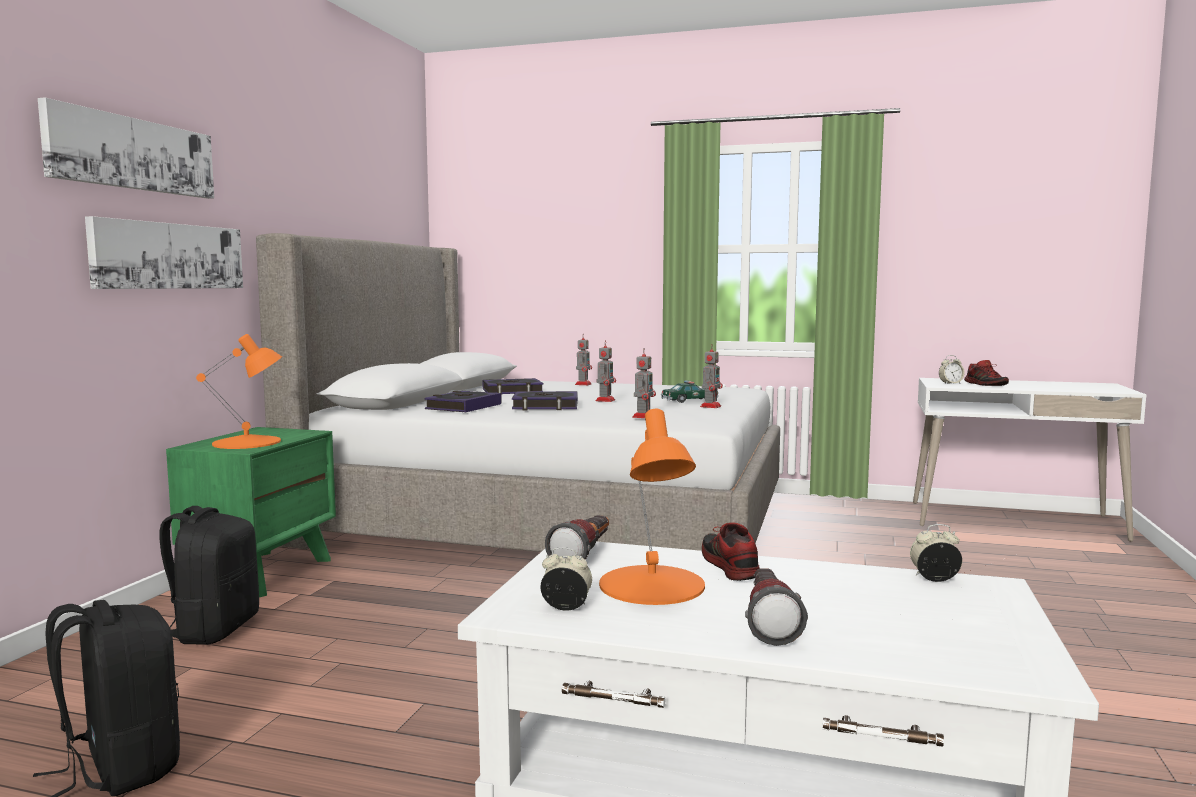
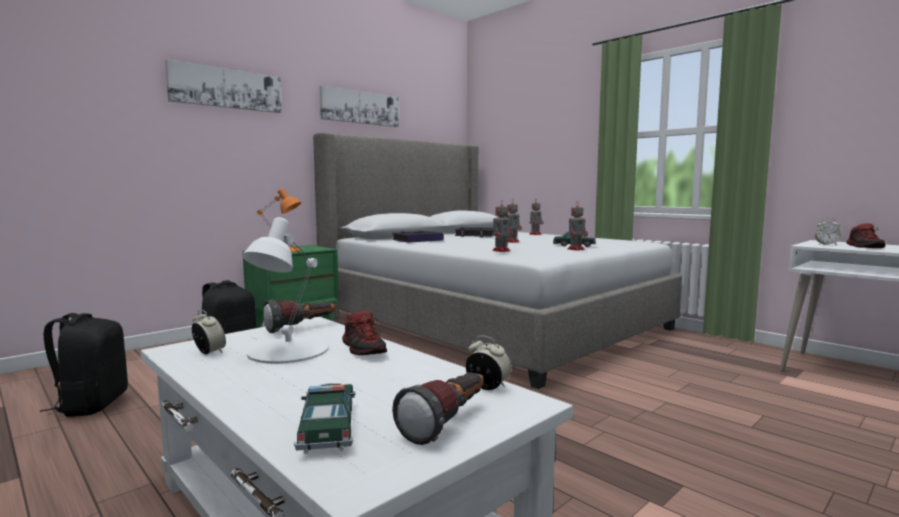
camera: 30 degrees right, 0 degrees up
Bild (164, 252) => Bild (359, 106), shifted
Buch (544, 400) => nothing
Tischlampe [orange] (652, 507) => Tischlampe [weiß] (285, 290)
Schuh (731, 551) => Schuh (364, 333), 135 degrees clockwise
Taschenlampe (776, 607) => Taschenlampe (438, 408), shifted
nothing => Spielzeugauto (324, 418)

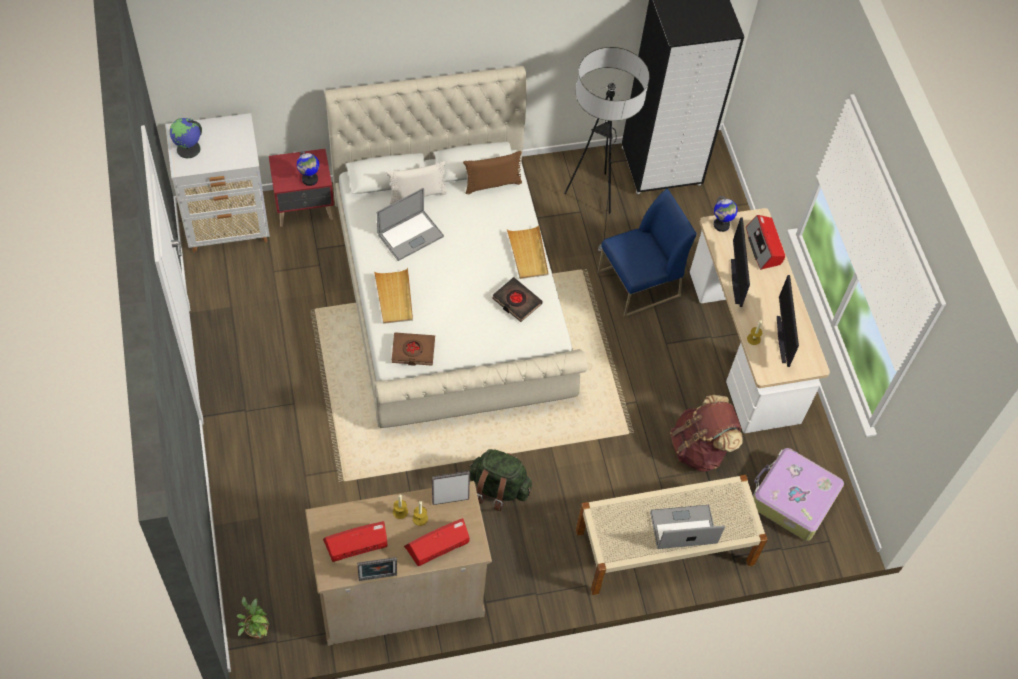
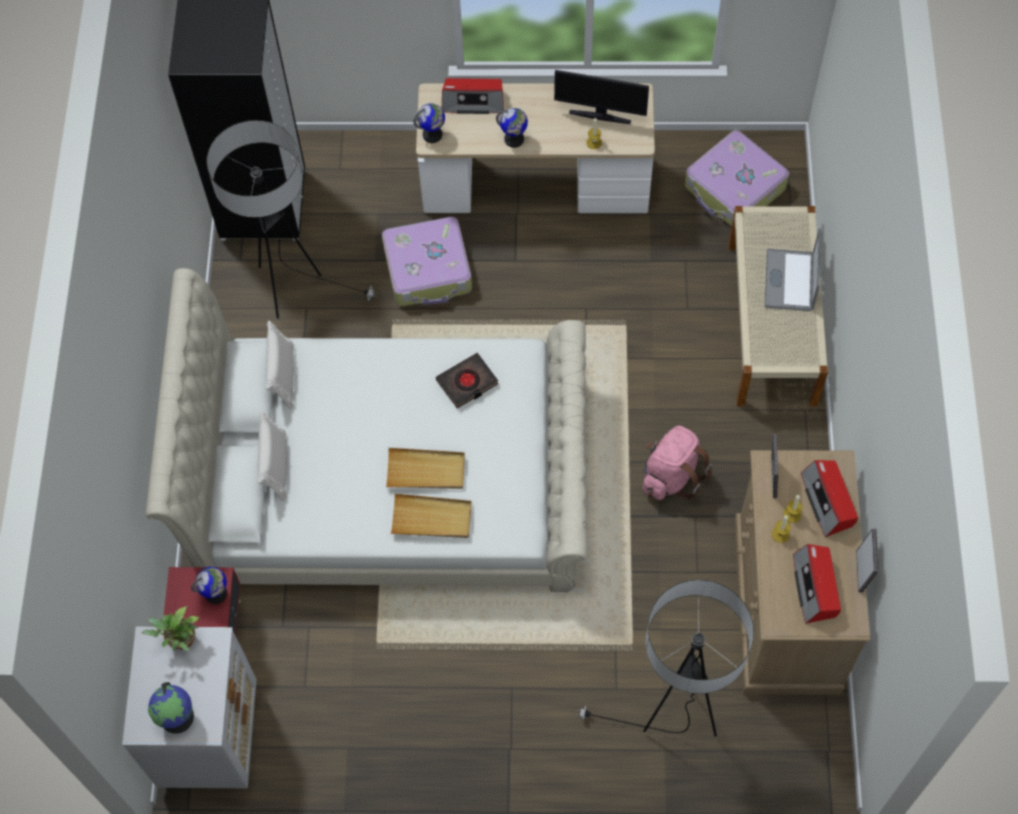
camera: 70 degrees left, 5 degrees up
Topfpflanze (253, 617) => Topfpflanze (170, 628), shifted
Laptop (410, 224) => nothing
Buch [braun] (413, 349) => nothing
Kissen [braun] (492, 173) => Kissen [weiß] (280, 365)
Rucksack [grün] (500, 480) => Rucksack [rosa] (677, 463)
Tablett [beige] (527, 252) => Tablett [beige] (425, 468), shifted
Stuhl [blau] (647, 253) => Koffer (427, 261)
Rucksack [braun] (706, 433) => nothing
Monitor (740, 262) => Globus (512, 128)
nothing => Stehlampe (664, 658)

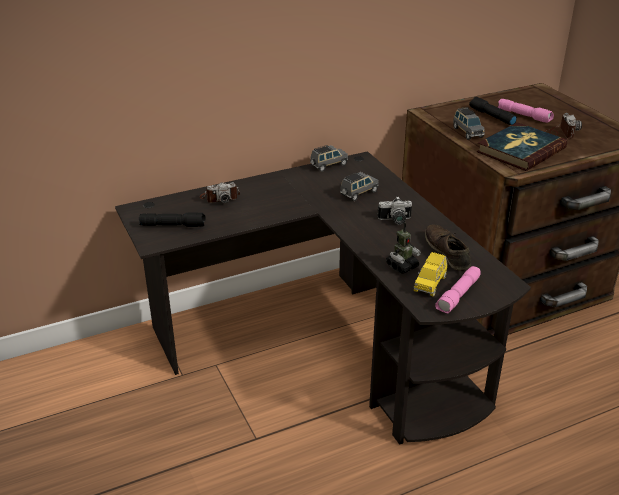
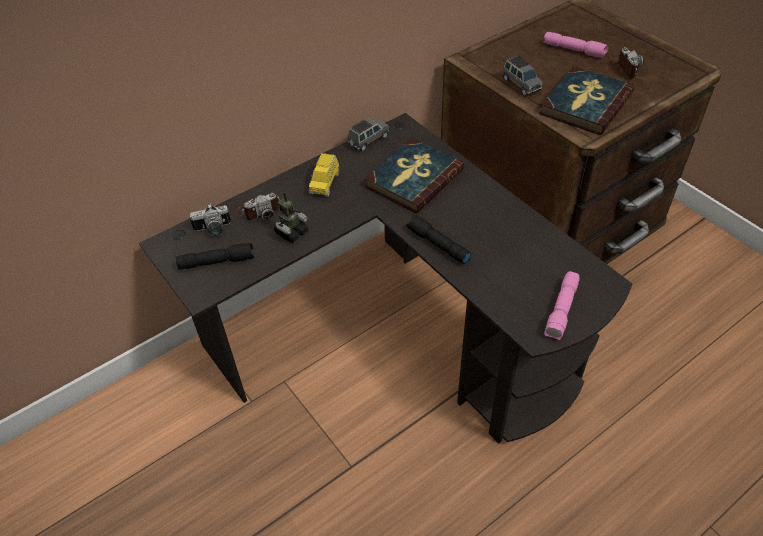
camera: 10 degrees left, 15 degrees up
Spielzeugauto [grau] (359, 186) => Buch (414, 175)
Kamera (394, 210) => Kamera (210, 220), shifted
Spielzeugroboter (403, 248) => Spielzeugroboter (291, 217), shifted
Spielzeugauto [gelb] (430, 274) => Spielzeugauto [gelb] (324, 175), shifted
Schuh [braun] (448, 247) => nothing
Taschenlampe [schwarz] (493, 111) => Taschenlampe [schwarz] (438, 239), shifted

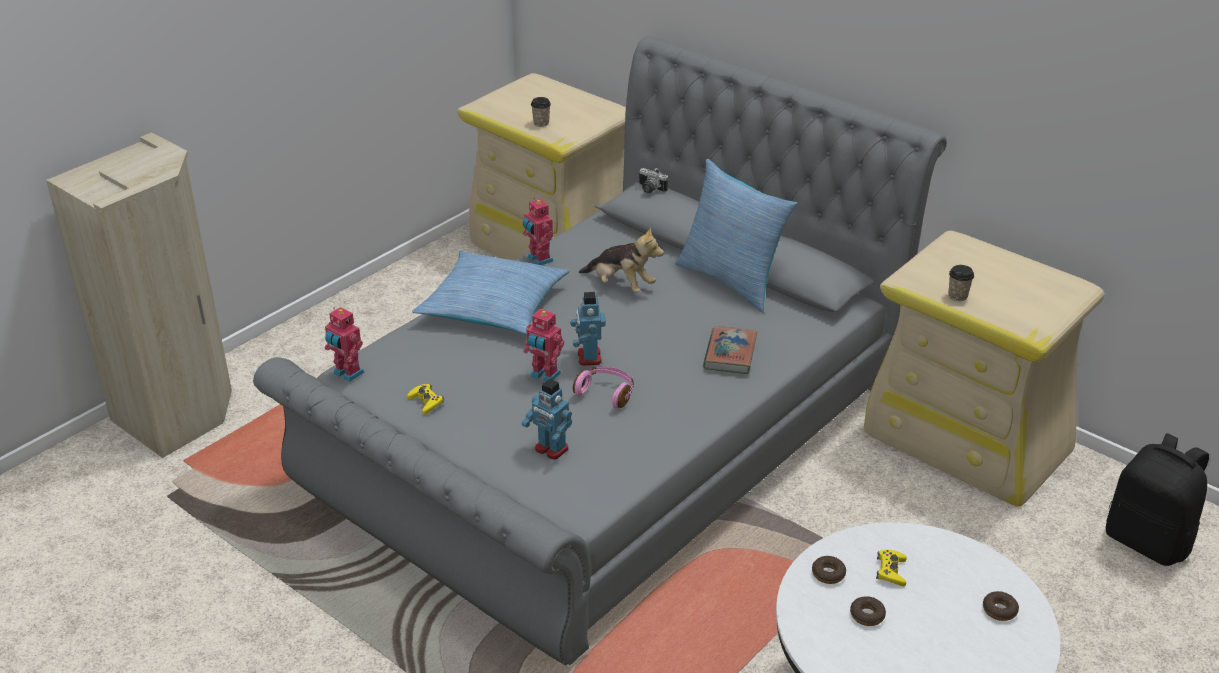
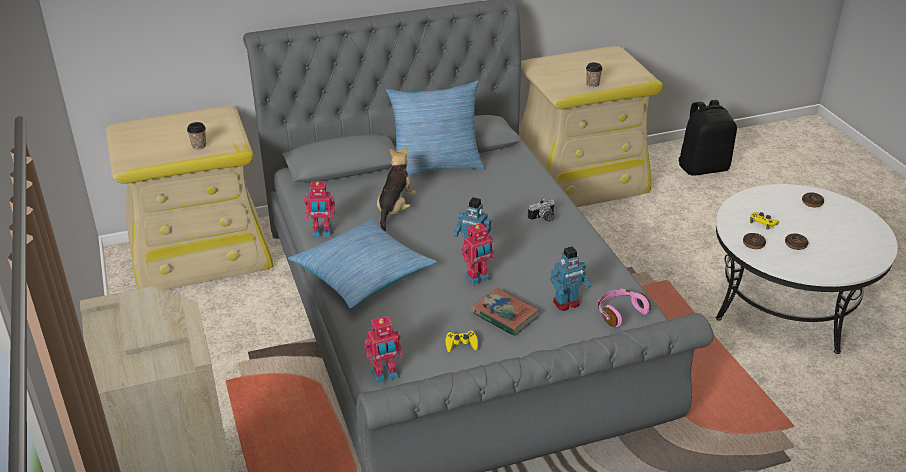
camera: 60 degrees left, 0 degrees up
Kopfhörer [rosa] (603, 387) => Kopfhörer [rosa] (624, 308), shifted
Plüschtier (621, 260) => Plüschtier (396, 189), 45 degrees counterclockwise
Kamera (653, 180) => Kamera (541, 210), shifted
Buch (730, 350) => Buch (505, 312), shifted

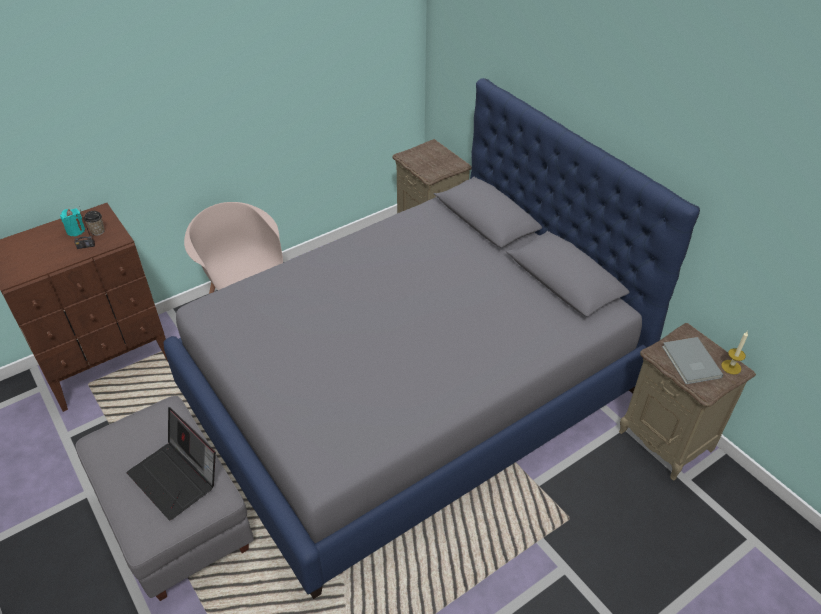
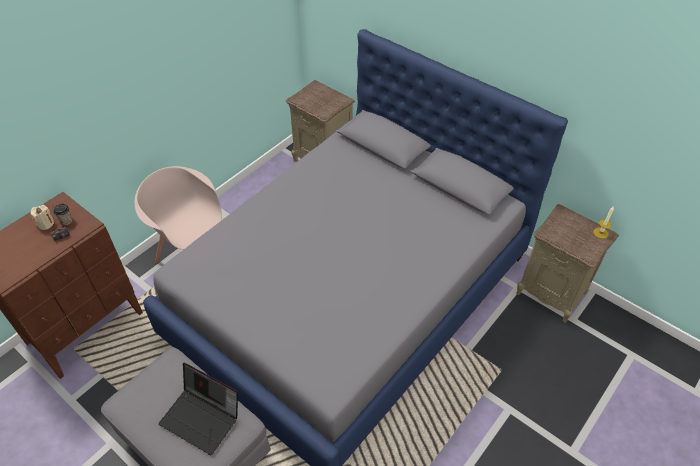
camera: 15 degrees left, 5 degrees up
Kerze [türkis] (72, 222) => Kerze [beige] (42, 217)
Buch [grau] (692, 360) => nothing

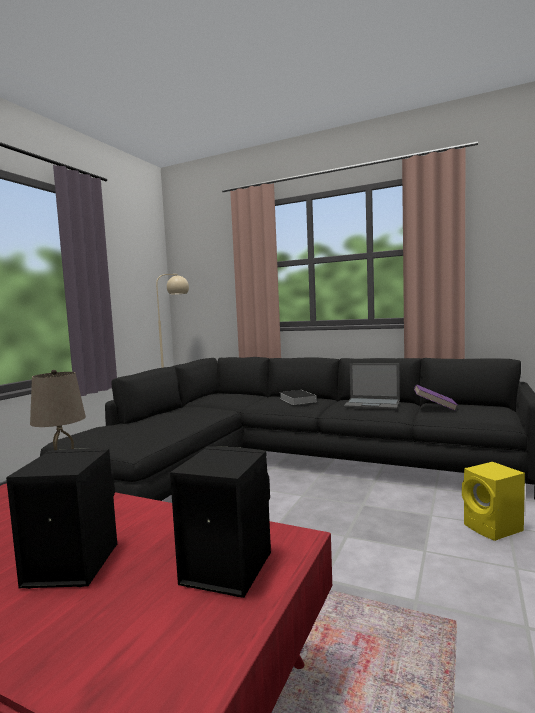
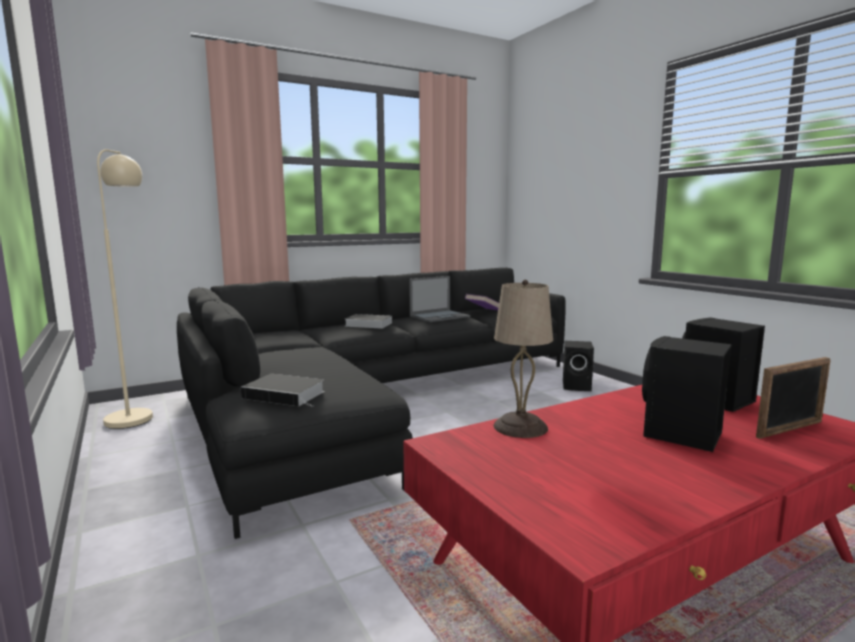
camera: 55 degrees left, 5 degrees up
Lautsprecher [gelb] (493, 501) => Lautsprecher [schwarz] (578, 366)
nothing => Buch (283, 390)
nothing => Bilderrahmen (793, 398)

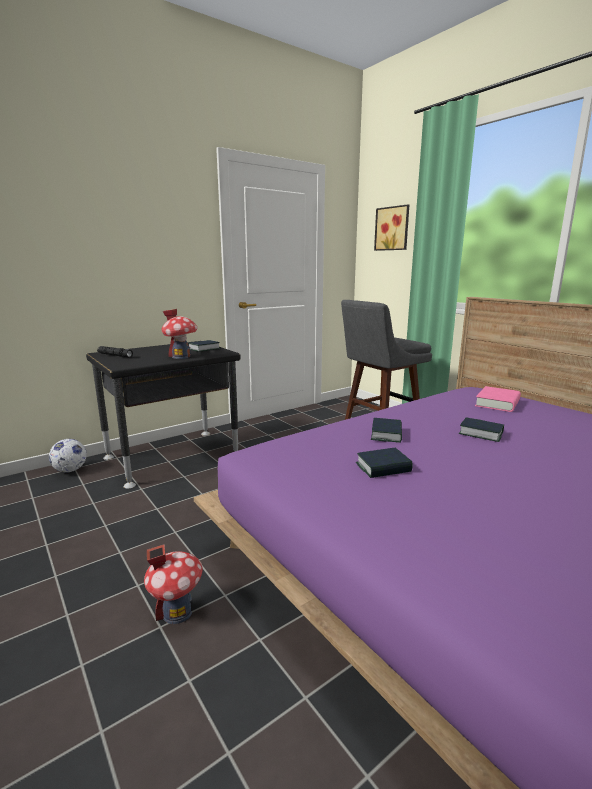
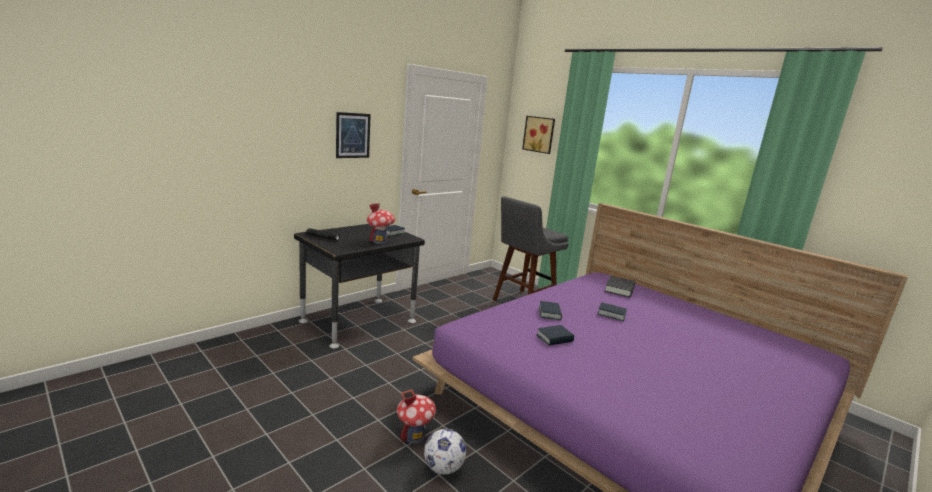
camera: 10 degrees left, 0 degrees up
Fußball (68, 455) => Fußball (445, 452), shifted
Buch [rosa] (498, 399) => Buch [schwarz] (620, 286)
nothing => Bild (353, 135)

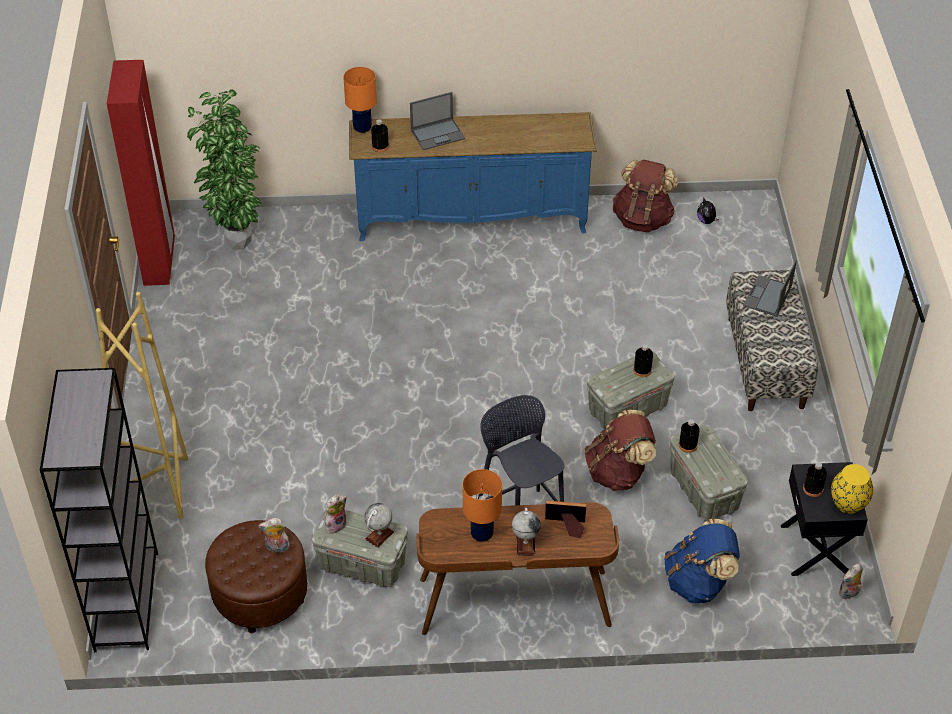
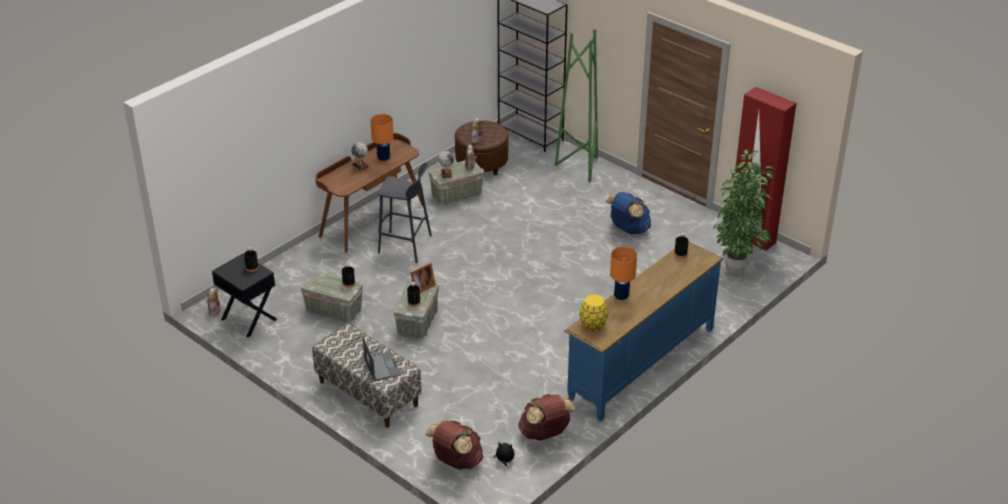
camera: 135 degrees right, 10 degrees down
Kleiderständer [gelb] (142, 405) => Kleiderständer [grün] (576, 105)
Tischlampe [orange] (360, 100) => Tischlampe [orange] (623, 273), shifted
Laptop (437, 121) => nothing
Bilderrahmen (565, 519) => Bilderrahmen (422, 278), shifted
Rucksack [braun] (620, 450) => Rucksack [braun] (454, 445), shifted
Rucksack [blau] (702, 561) => Rucksack [blau] (628, 213), shifted
Vase [gelb] (852, 489) => Vase [gelb] (594, 313), shifted

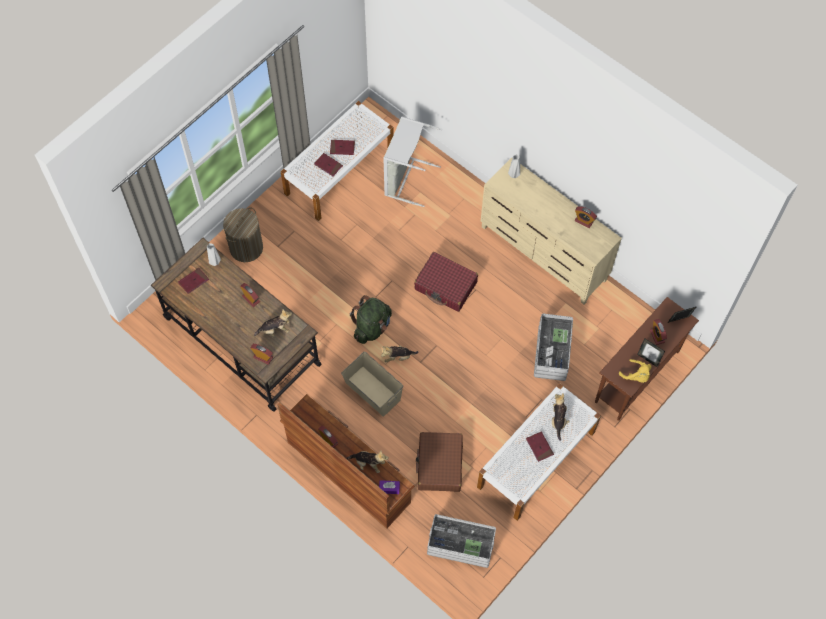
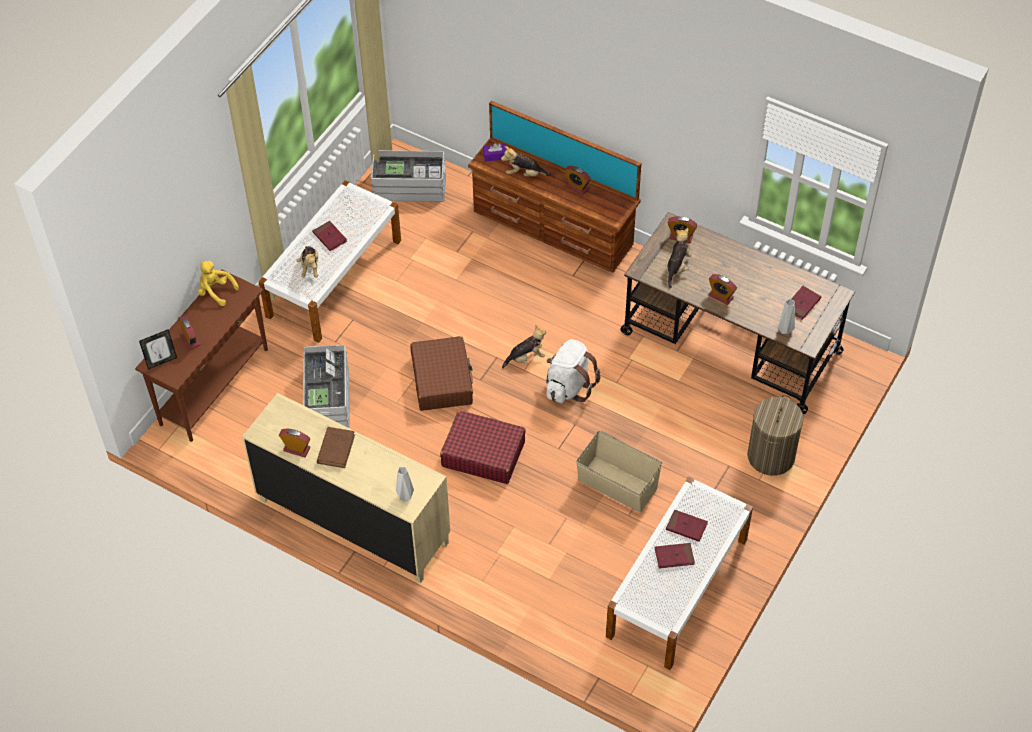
camera: 170 degrees right, 10 degrees down
Plüschtier (273, 323) => Plüschtier (678, 258), 135 degrees clockwise
Aufbewahrungsbox [beige] (372, 384) => Aufbewahrungsbox [beige] (619, 471), shifted
Rucksack [grün] (371, 319) => Rucksack [weiß] (573, 371)
Wäschekorb [grau] (412, 161) => nothing
Koffer [braun] (439, 462) => Koffer [braun] (441, 373), shifted
Bilderrahmen (651, 352) => nothing
nothing => Buch [braun] (336, 447)

